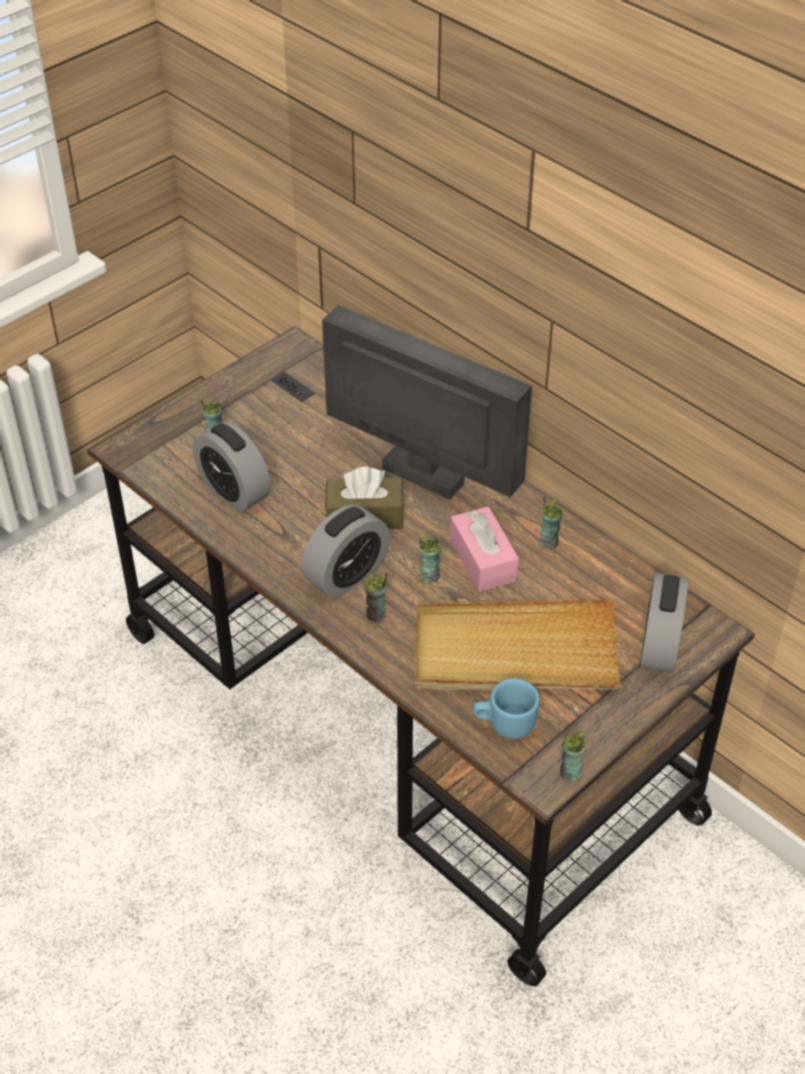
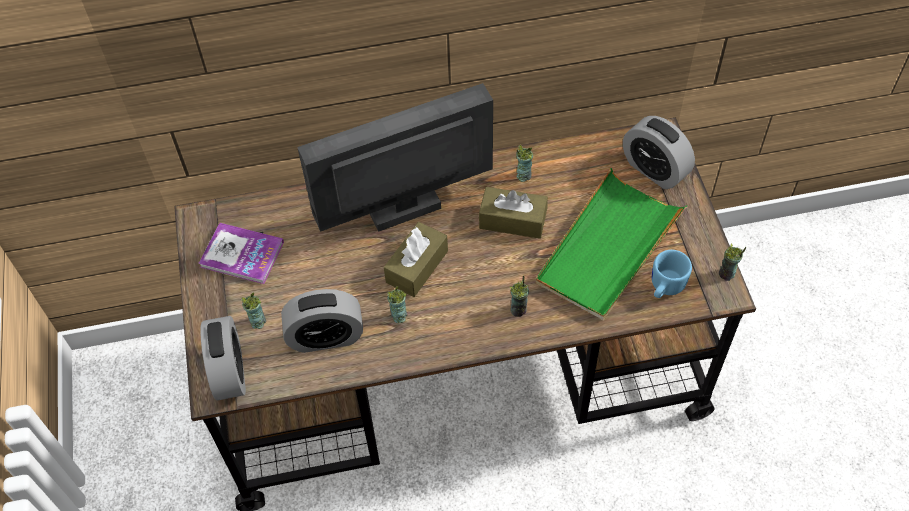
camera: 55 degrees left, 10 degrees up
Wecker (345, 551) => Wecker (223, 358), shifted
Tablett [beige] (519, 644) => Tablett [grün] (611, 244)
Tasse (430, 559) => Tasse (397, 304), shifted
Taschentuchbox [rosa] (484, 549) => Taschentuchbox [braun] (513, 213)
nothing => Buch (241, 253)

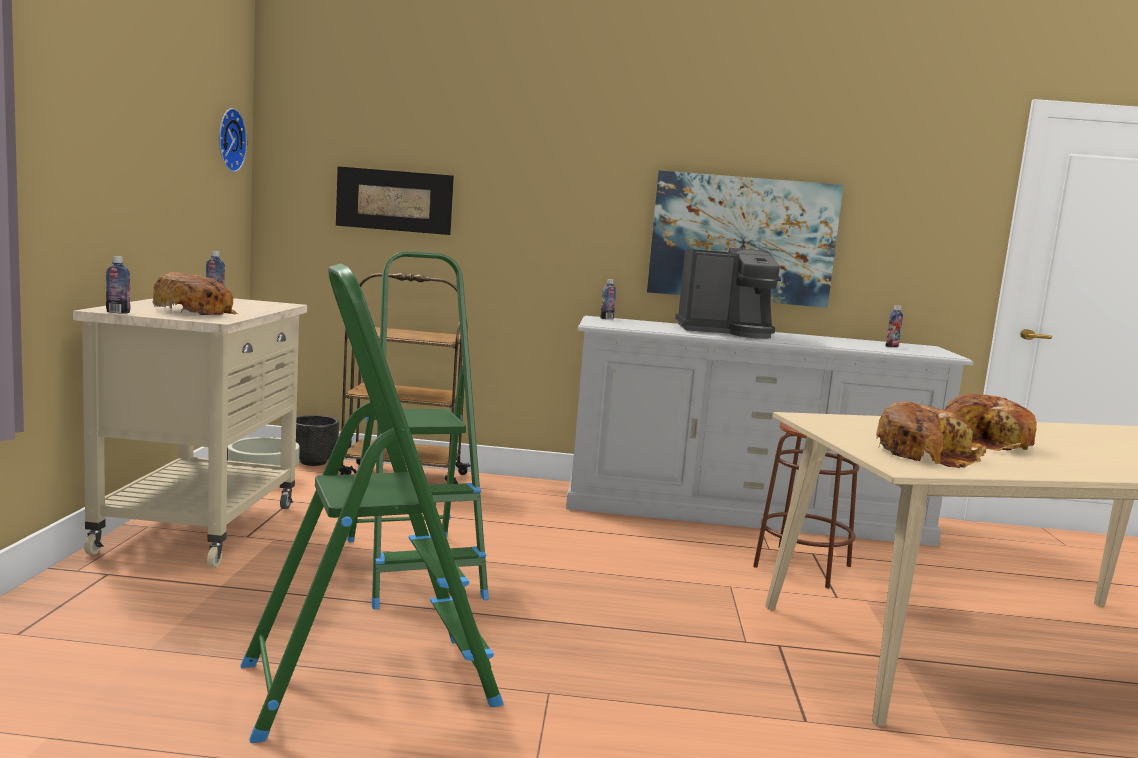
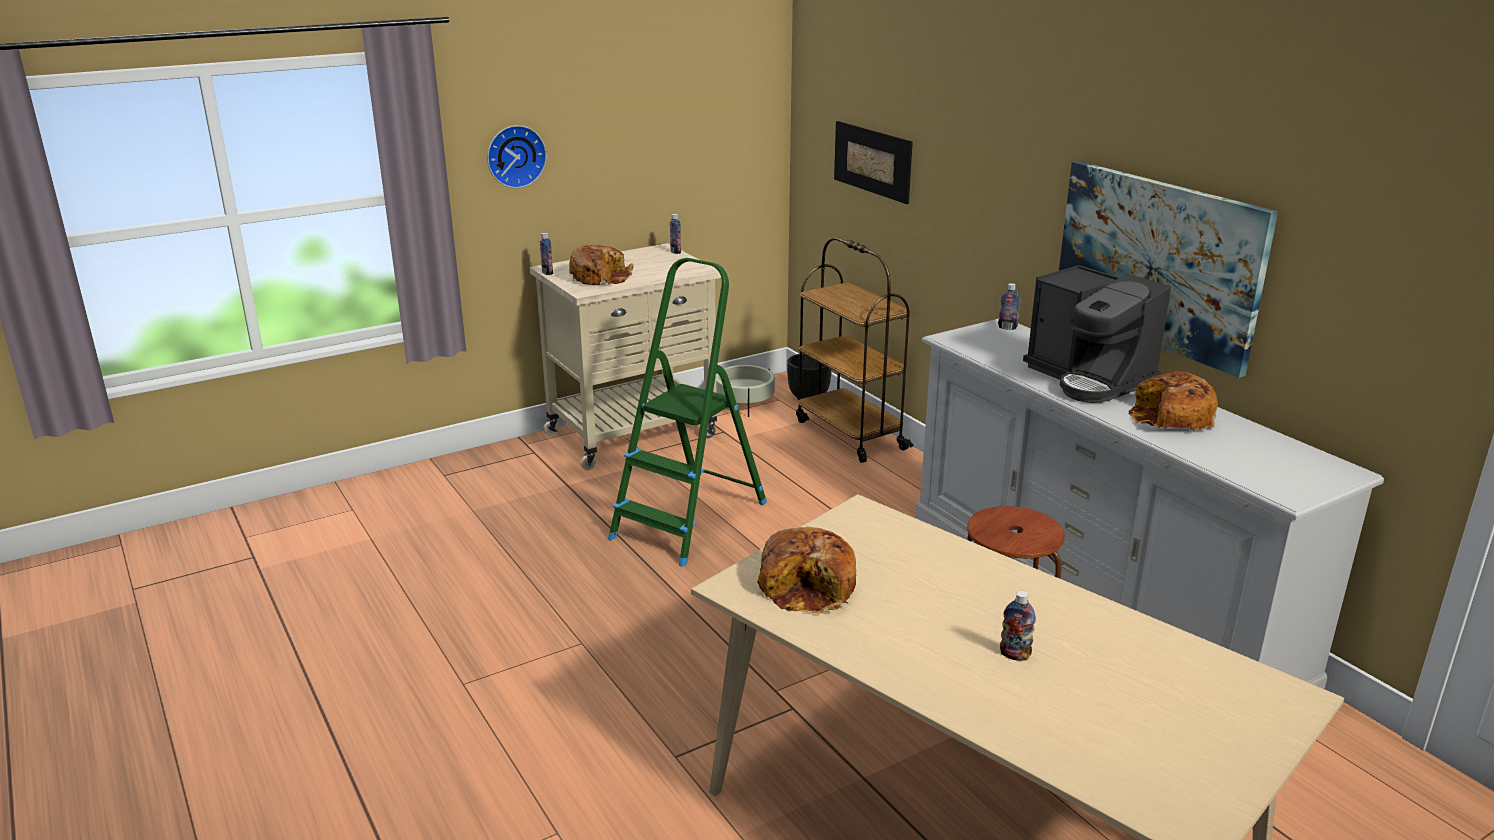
camera: 55 degrees right, 15 degrees up
Wanduhr (233, 140) => Wanduhr (517, 156), shifted
Trittleiter [grün] (372, 503) => nothing
Flasche (894, 326) => Flasche (1018, 626), shifted
Brot (990, 422) => Brot (1173, 401), shifted

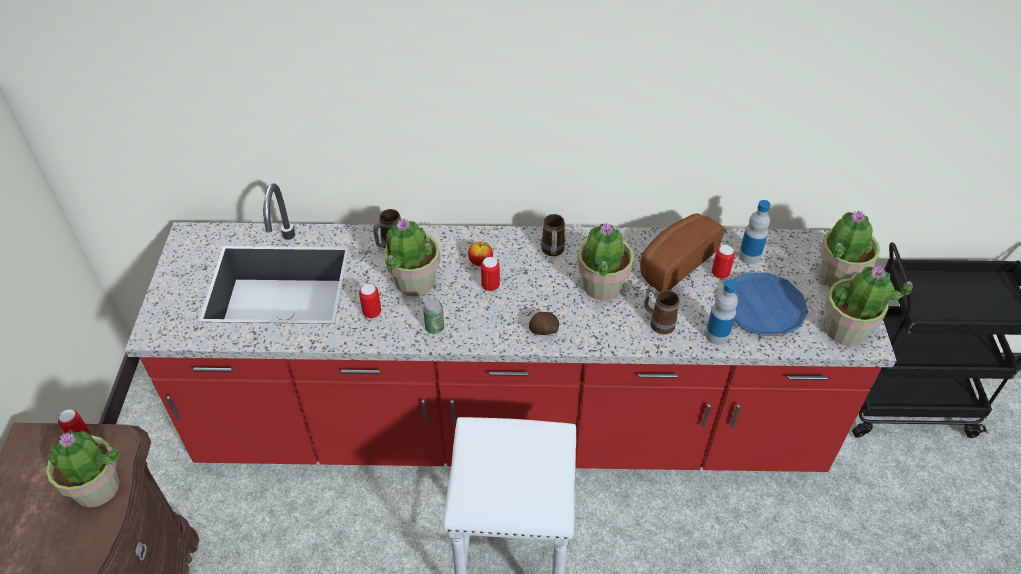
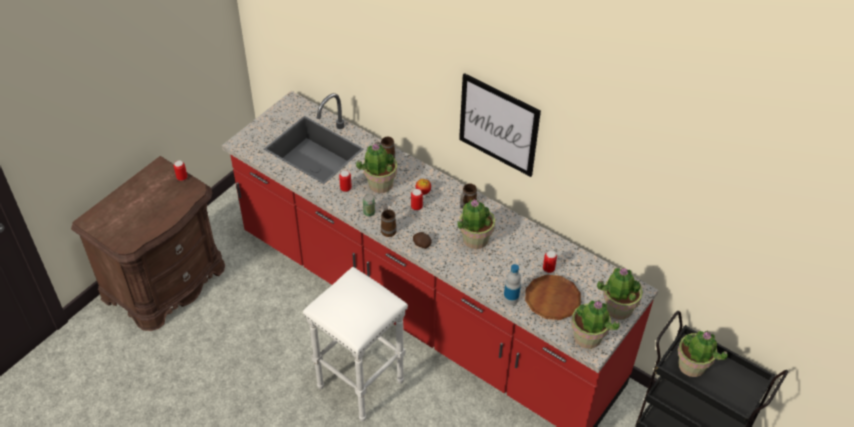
camera: 35 degrees right, 0 degrees up
Topfpflanze (83, 469) => Topfpflanze (703, 353), shifted
Brot (682, 252) => nothing
Henkelbecher (661, 310) => Henkelbecher (389, 220), shifted
Teller [blau] (770, 304) => Teller [braun] (553, 297)
Flasche (754, 232) => nothing
nothing => Bild (500, 125)

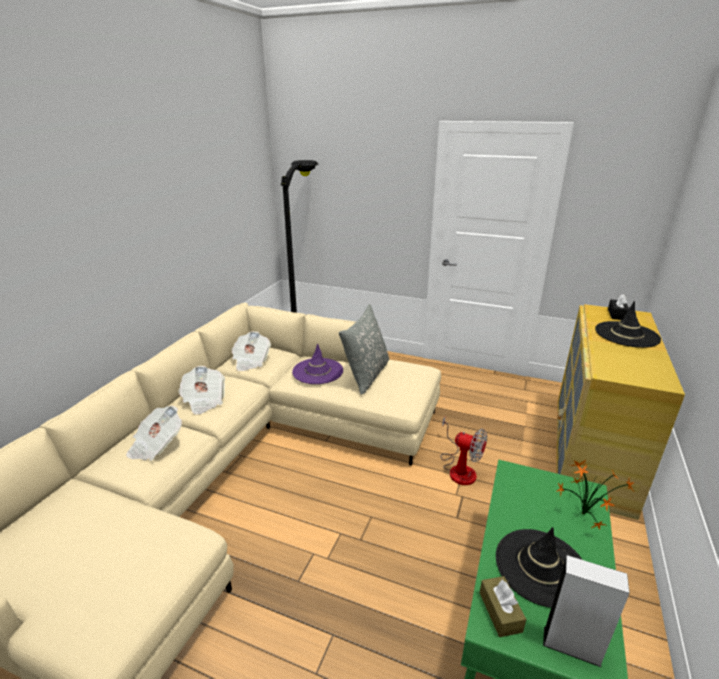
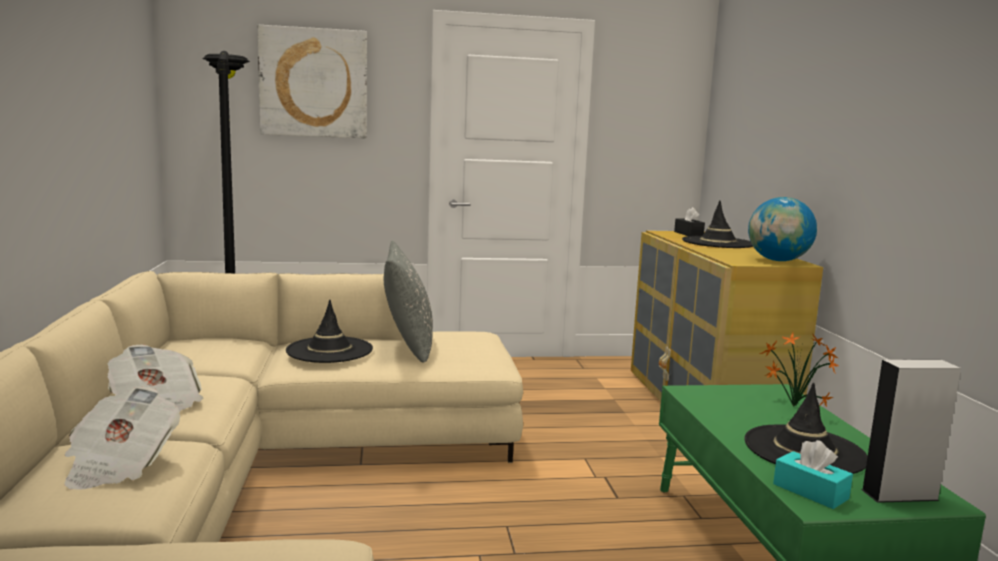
camera: 30 degrees left, 15 degrees down
Zeitung (251, 351) => nothing
Hut [lila] (317, 363) => Hut [schwarz] (329, 331)
Ventilator (464, 451) => nothing
Taschentuchbox [braun] (503, 606) => Taschentuchbox [türkis] (813, 474)
nothing => Bild (312, 81)
nothing => Globus (782, 229)

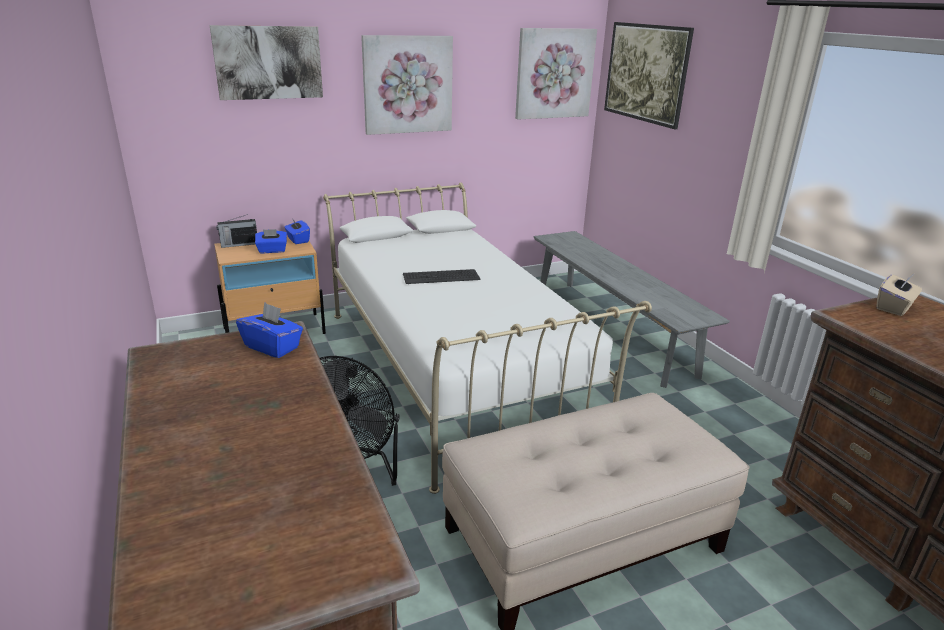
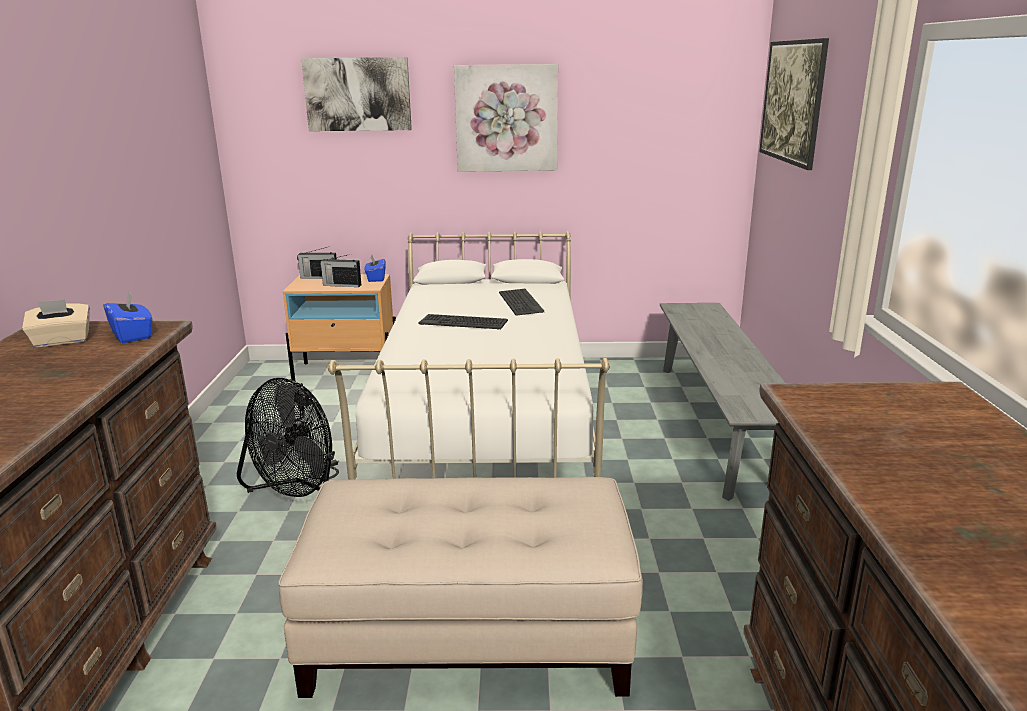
camera: 25 degrees right, 5 degrees down
Taschentuchbox [blau] (271, 241) => Radio (340, 270)
Bild (556, 74) => nothing
Taschentuchbox [beige] (899, 294) => Taschentuchbox [beige] (56, 323), shifted
nothing => Tastatur (521, 302)

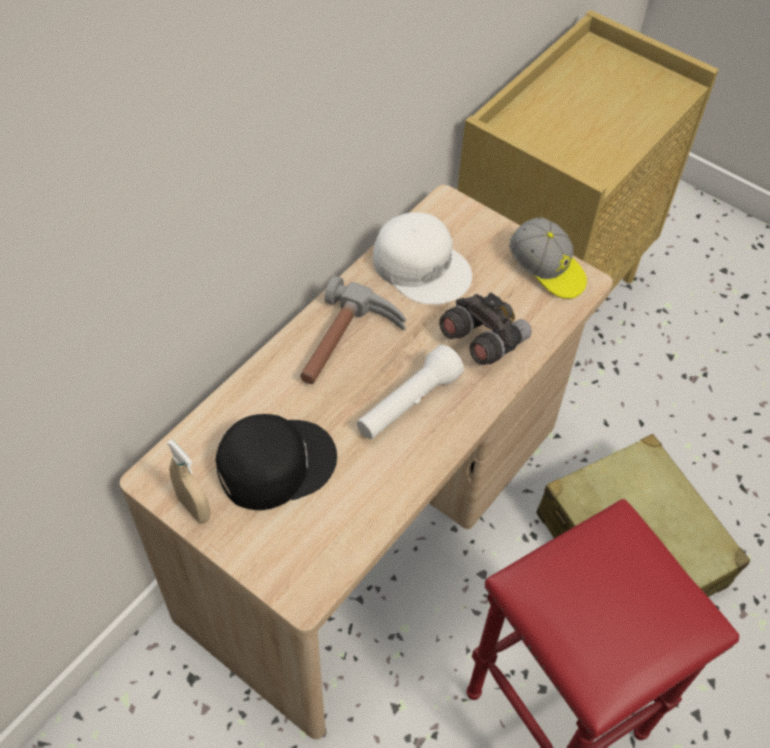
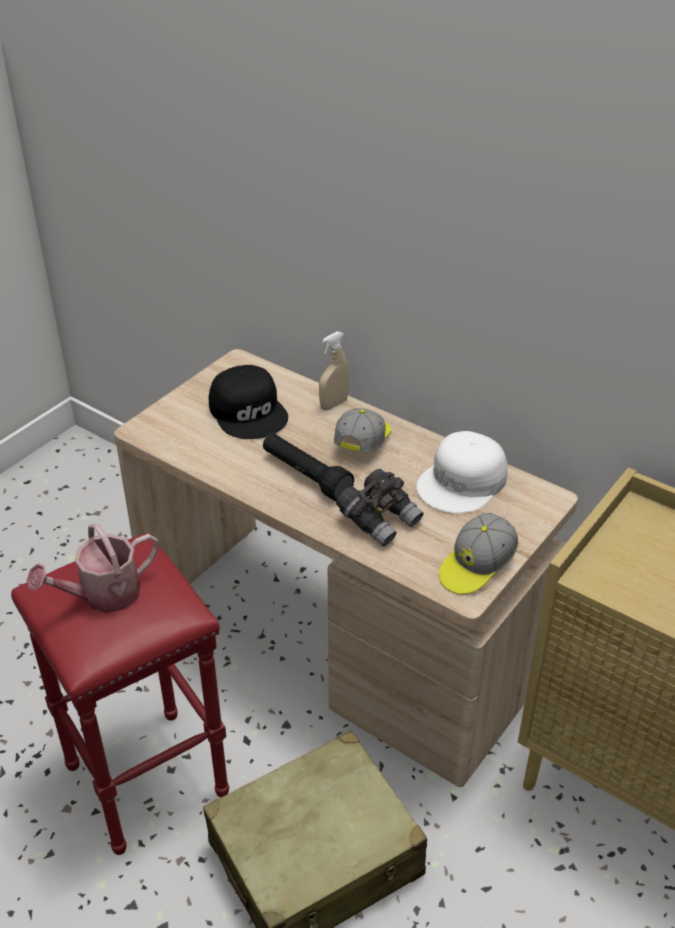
camera: 90 degrees right, 15 degrees down
Sprühflasche [beige] (188, 481) => Sprühflasche [beige] (334, 370), shifted
Hammer (353, 330) => Kappe (362, 430)
Taschenlampe [weiß] (410, 392) => Taschenlampe [schwarz] (308, 467)
nothing => Gießkanne (93, 568)

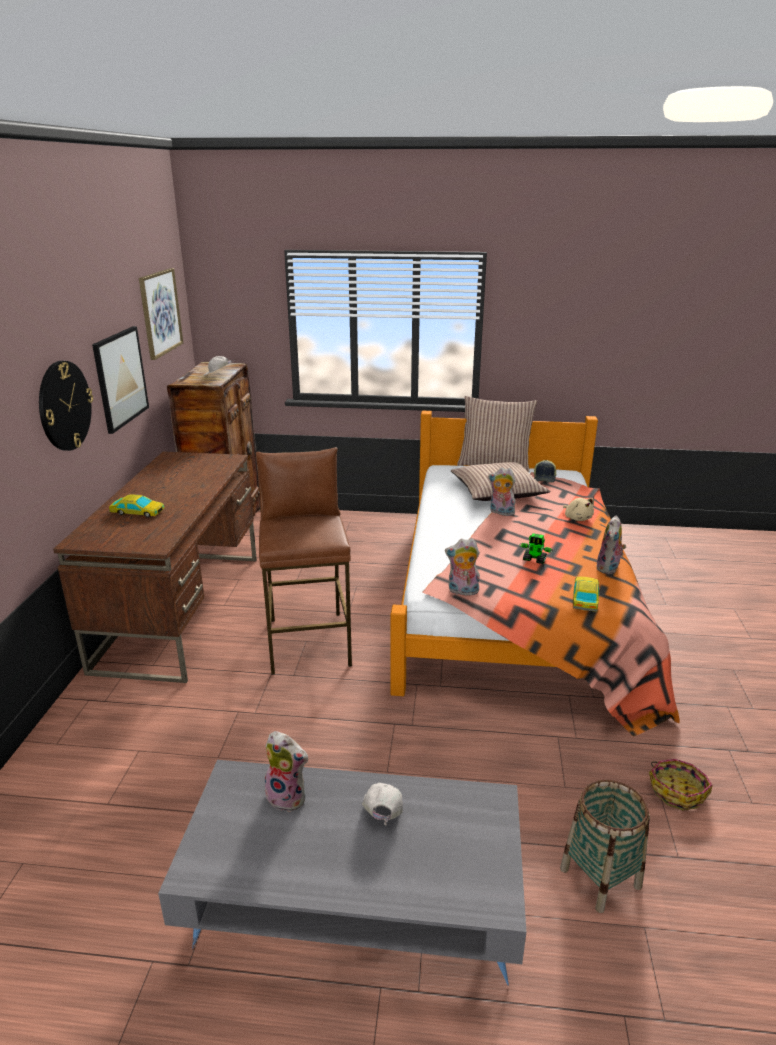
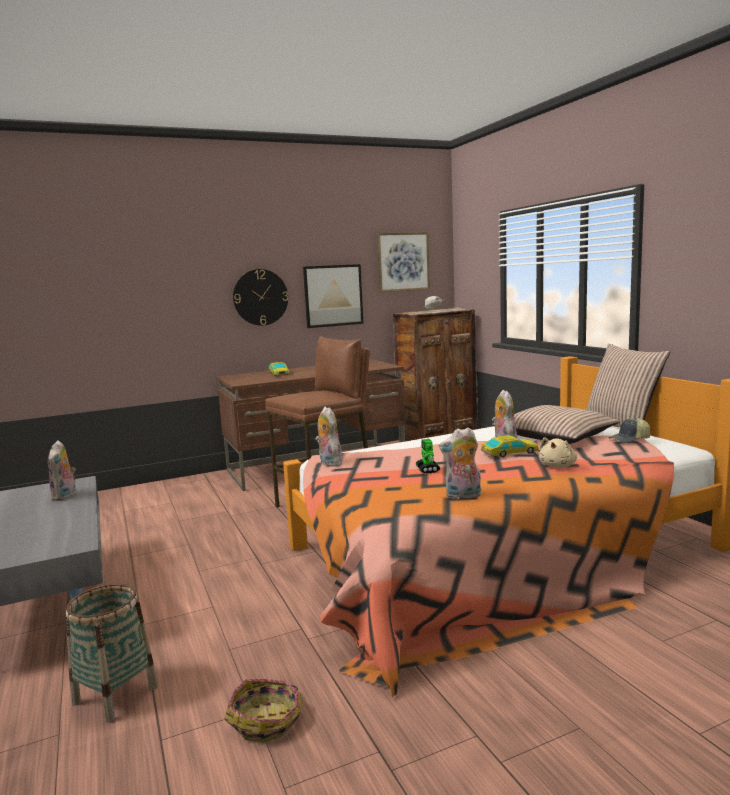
camera: 60 degrees right, 15 degrees down
Kappe [weiß] (382, 804) => nothing
Spielzeugauto (586, 594) => Spielzeugauto (510, 446), shifted

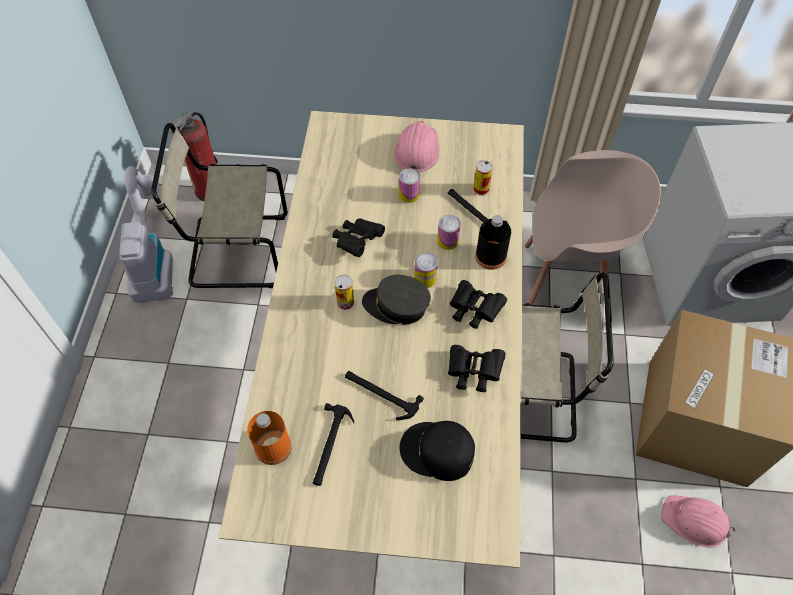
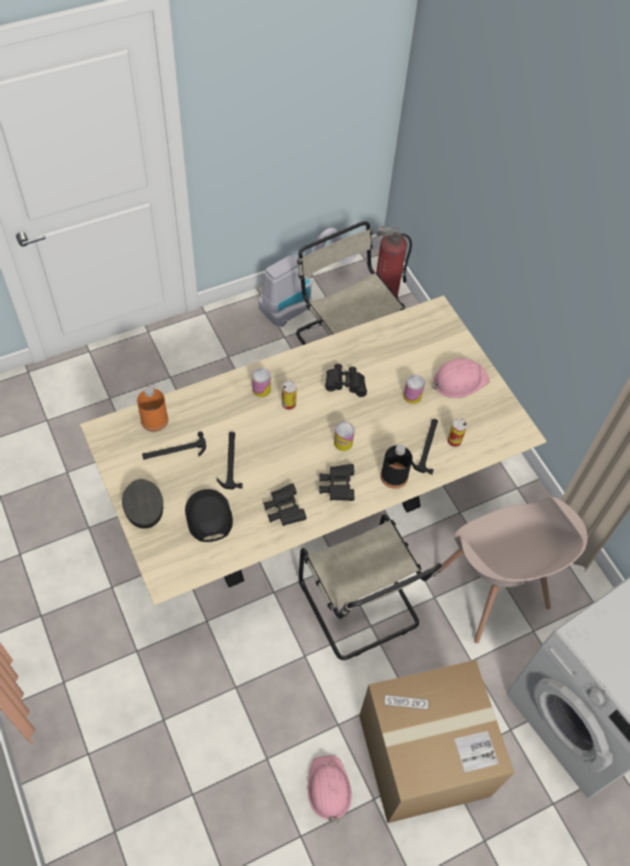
camera: 55 degrees right, 0 degrees up
Kappe [grau] (396, 300) => Kappe [grau] (143, 504), shifted
Dose (449, 232) => Dose (261, 382), shifted

